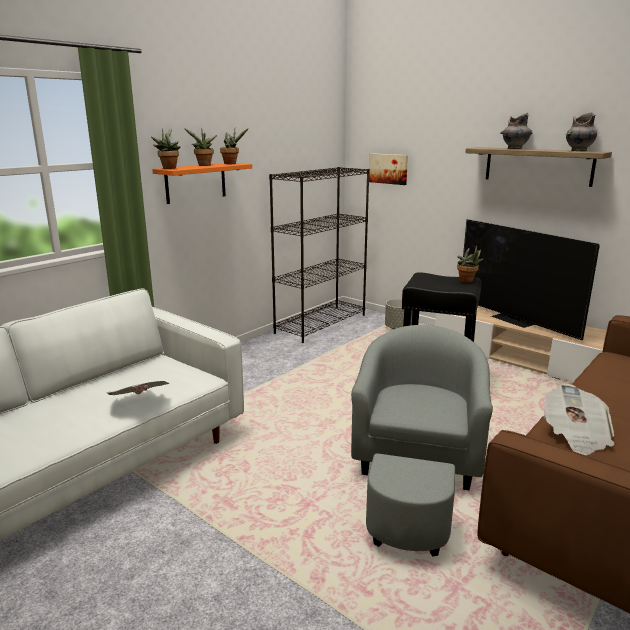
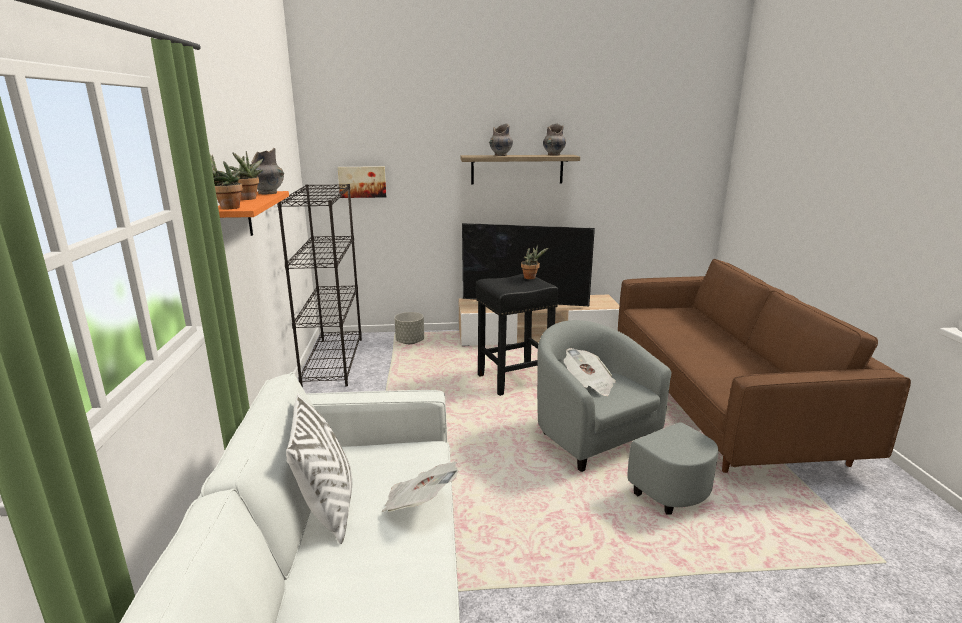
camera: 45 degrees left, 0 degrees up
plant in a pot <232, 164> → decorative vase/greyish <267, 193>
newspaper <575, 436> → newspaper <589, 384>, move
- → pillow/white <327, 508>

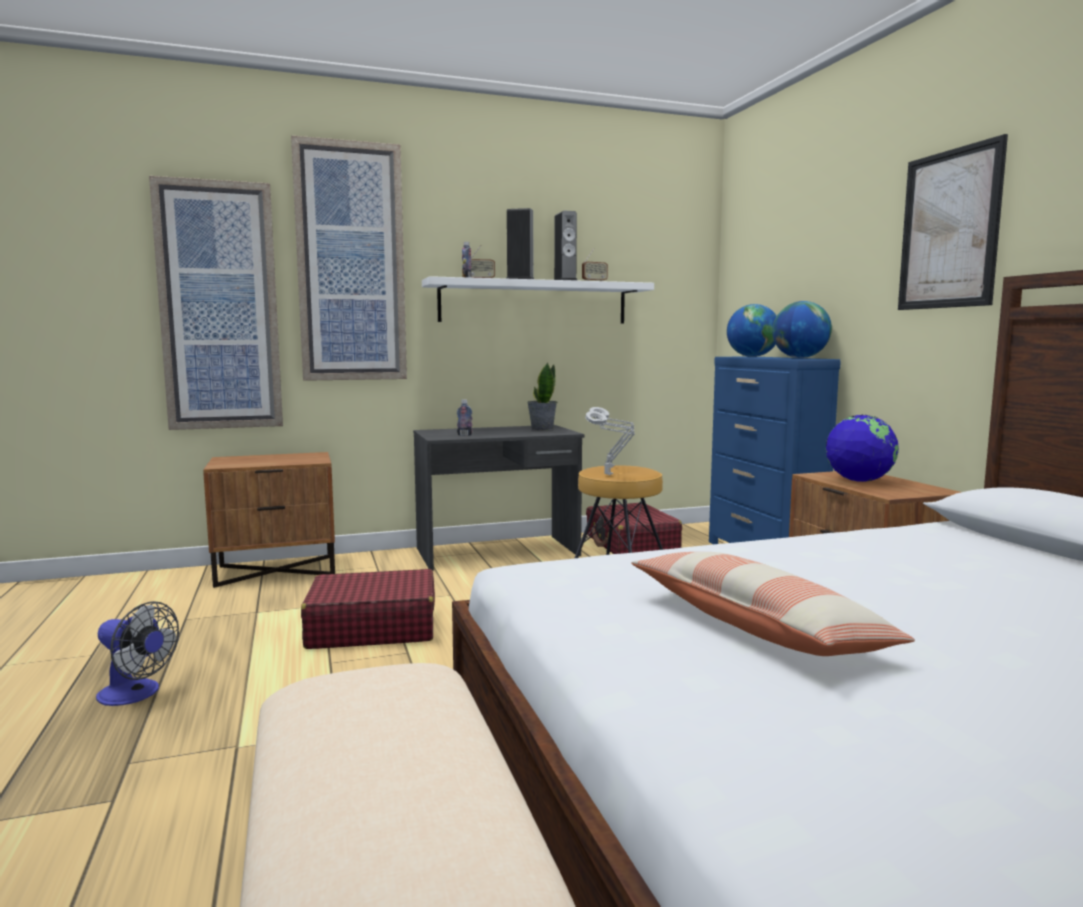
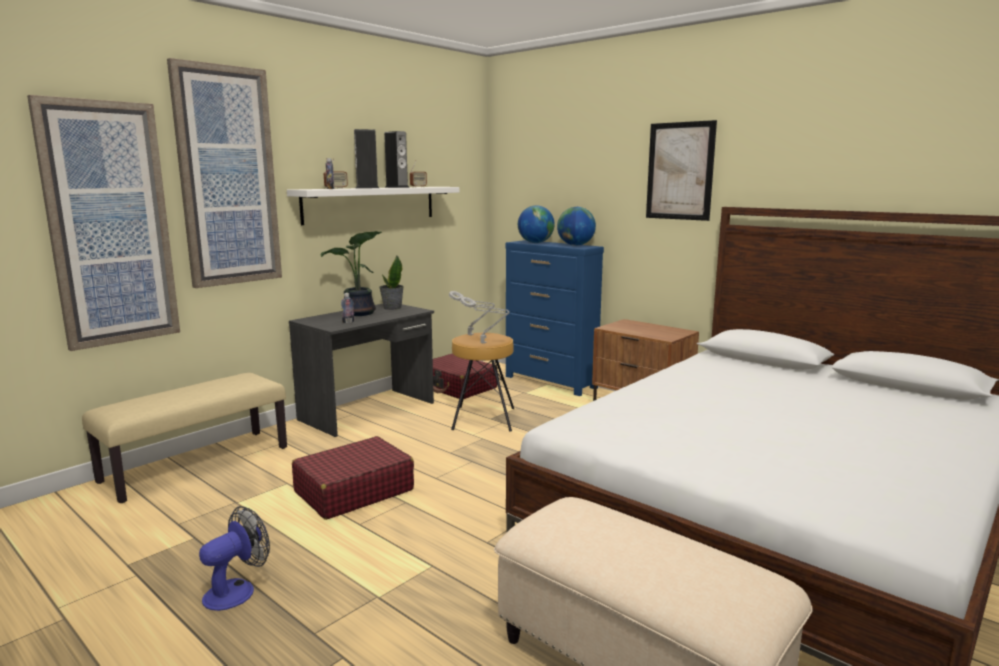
camera: 30 degrees left, 5 degrees up
fan <136, 694> → fan <237, 590>, 45 degrees counterclockwise
bedside table/brown-coloured <277, 570> → long seat/sand-coloured <197, 464>
pillow <757, 627> → -
globe <859, 481> → -
- → plant in a pot <358, 314>

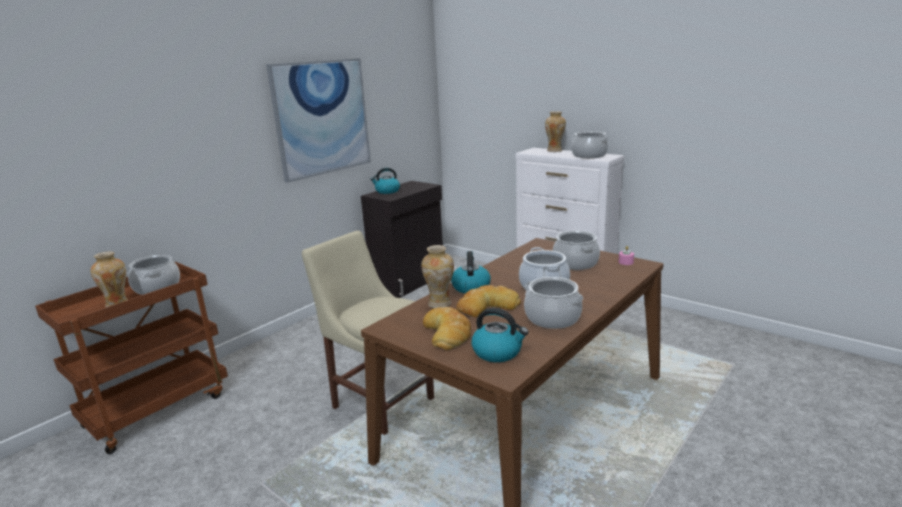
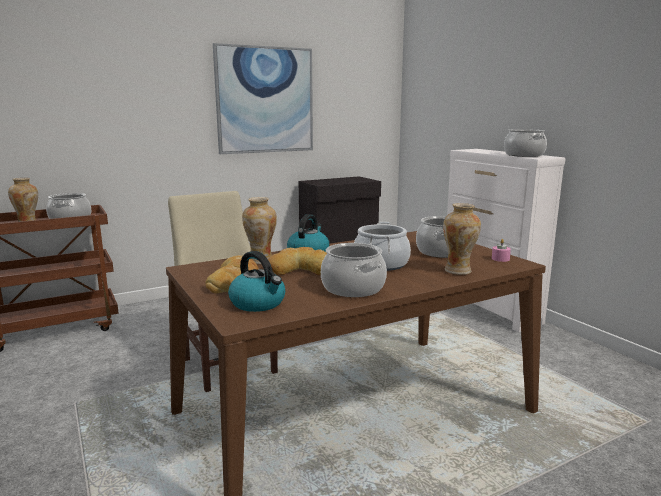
camera: 20 degrees right, 5 degrees down
kettle <387, 191> → -
decorative vase <555, 151> → decorative vase <458, 271>, move

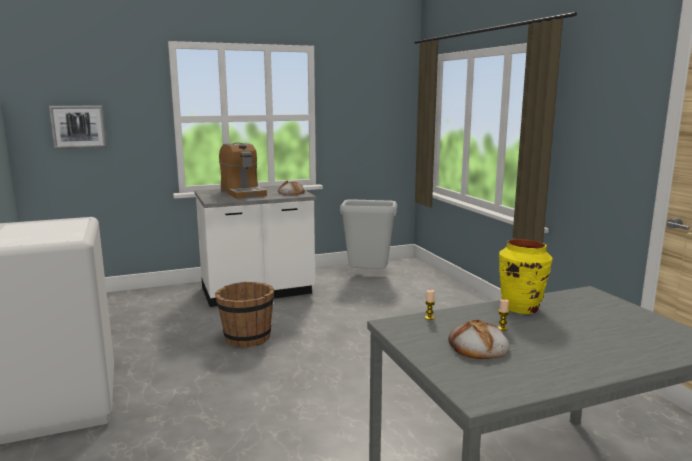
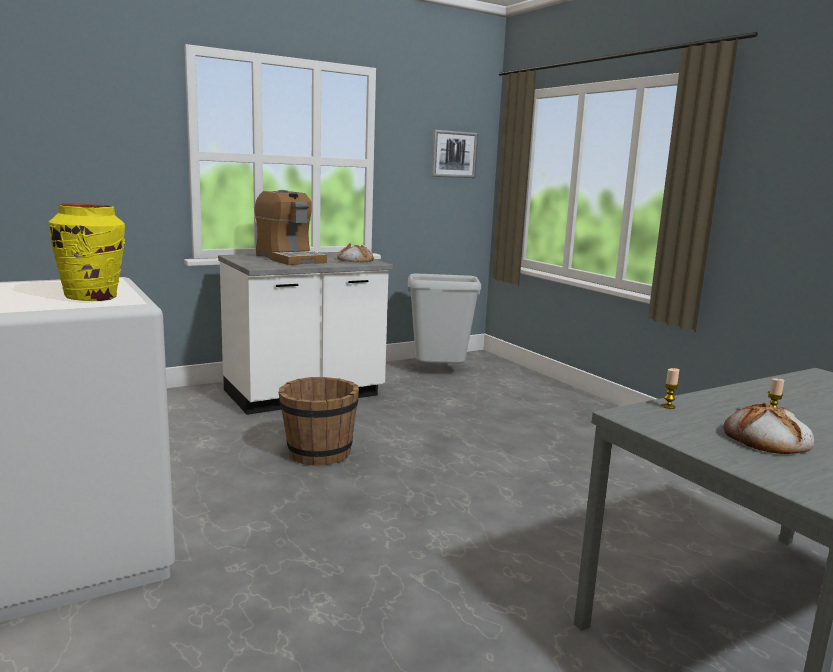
camera: 10 degrees left, 0 degrees up
wall art <78, 126> → wall art <453, 154>, move
decorative vase/yellow <520, 308> → decorative vase/yellow <92, 297>, move

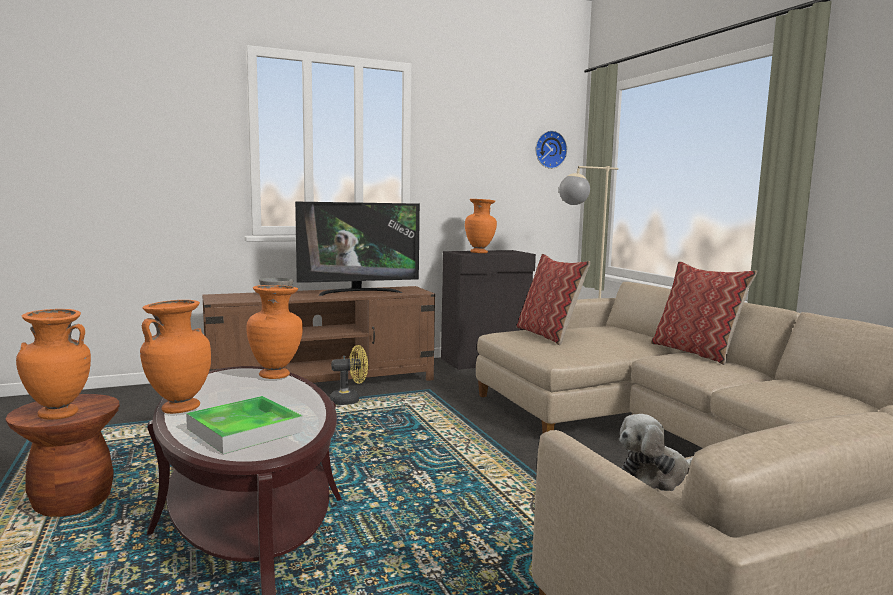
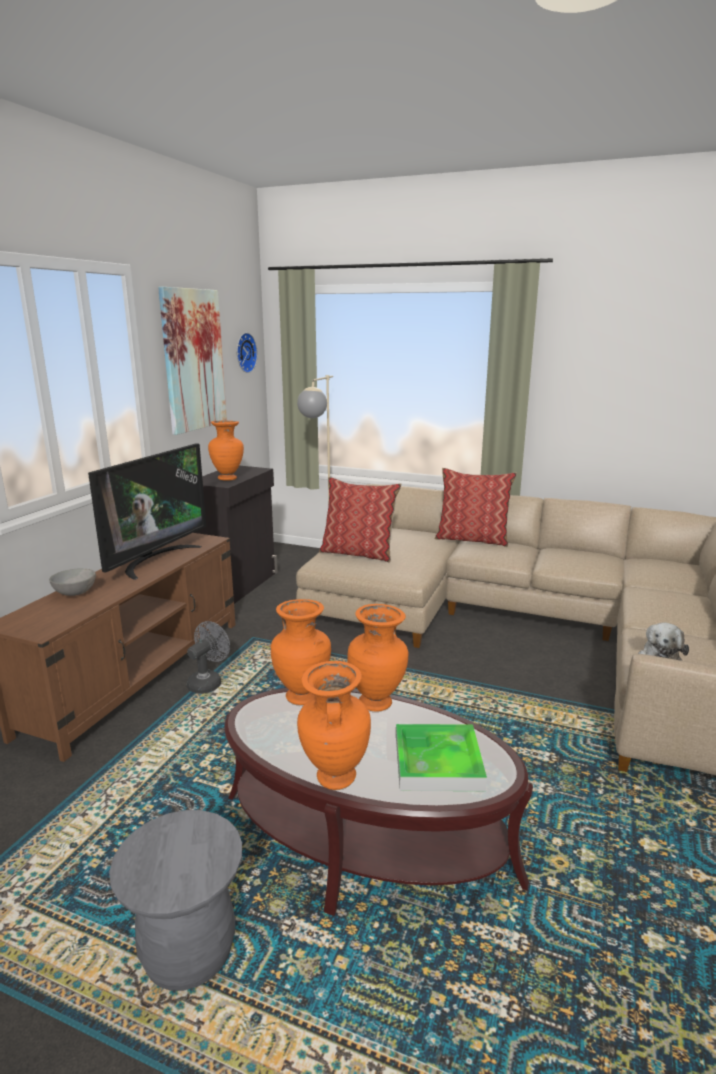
camera: 45 degrees left, 10 degrees up
stool/brown-coloured <72, 503> → stool/greyish <189, 953>
decorative vase/orange-coloured <58, 415> → decorative vase/orange-coloured <377, 703>, move
fan/yellow <349, 400> → fan/greyish <208, 682>
- → wall art <193, 360>

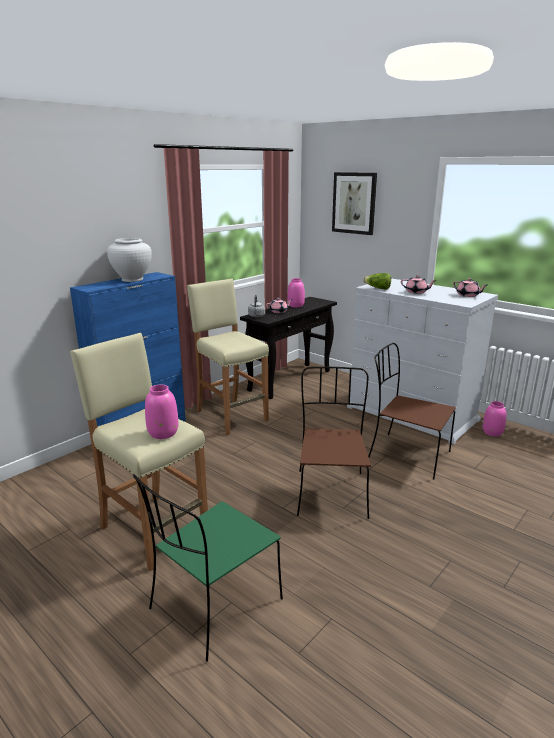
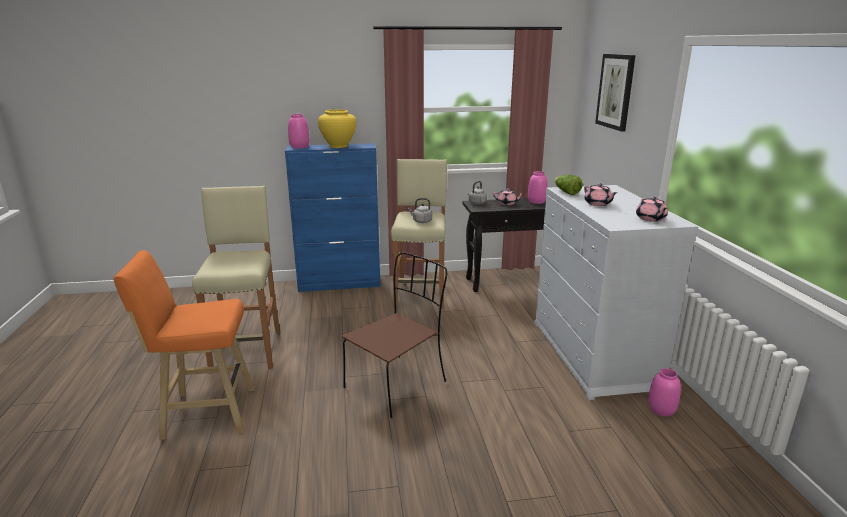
camera: 40 degrees right, 0 degrees up
decorative vase/white <132, 279> → decorative vase/yellow <338, 146>
upright chair/green <213, 606> → stool/orange-coloured <205, 413>
decorative vase/pink-coloured <163, 433> → decorative vase/pink-coloured <299, 147>, move
upright chair/brown-coloured <407, 455> → -
- → kettle/greyish <421, 221>

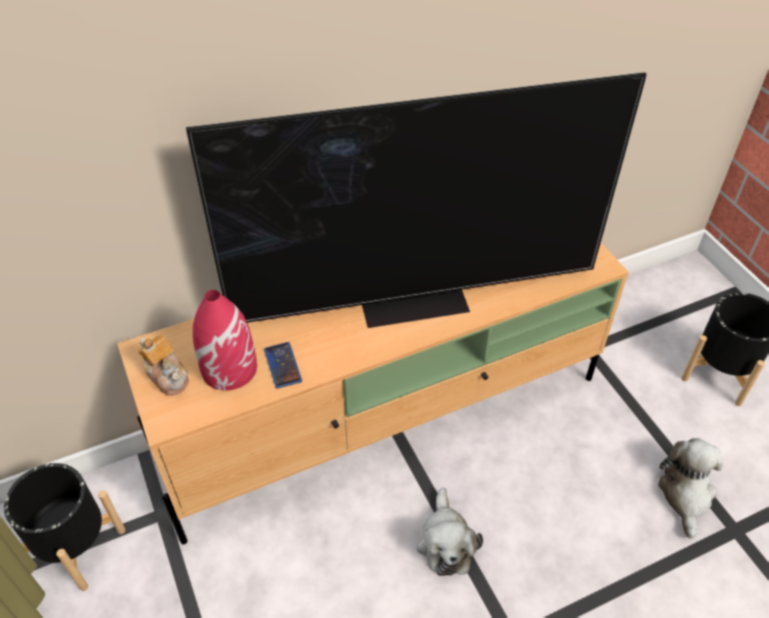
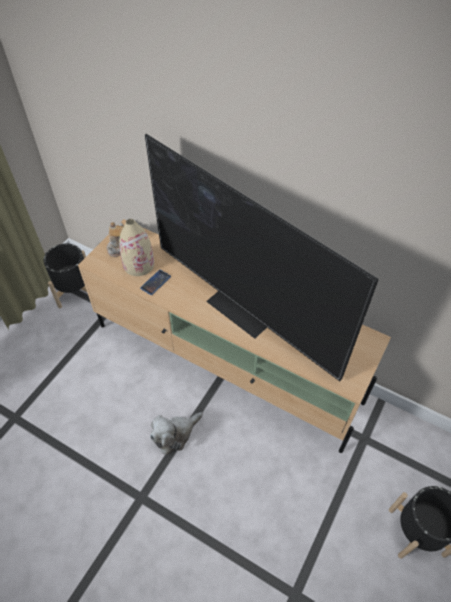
camera: 55 degrees right, 5 degrees up
decorative vase/red-coloured <229, 368> → decorative vase/sand-coloured <139, 264>
cuddly toy <685, 494> → -

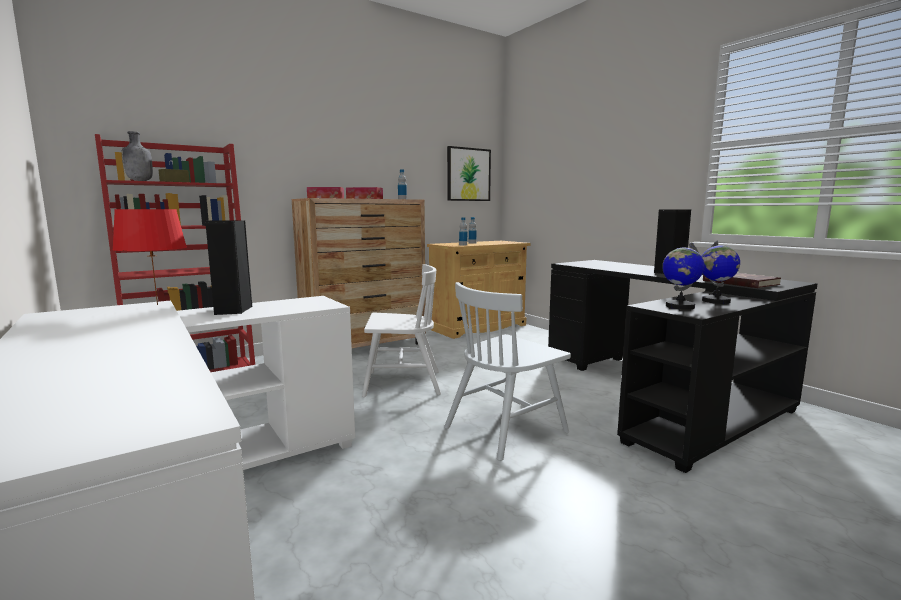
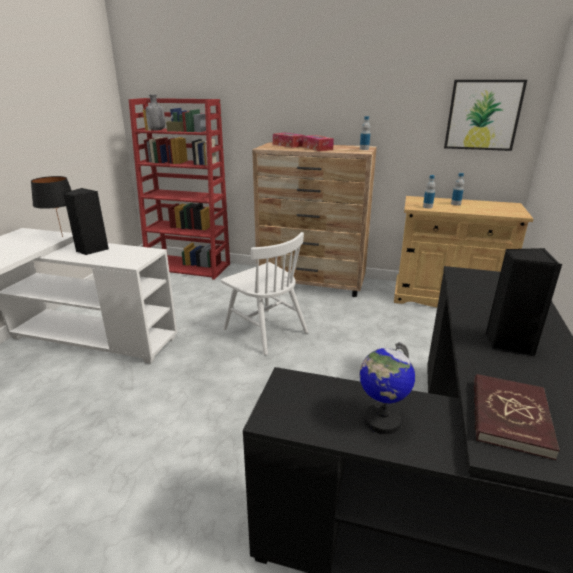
camera: 50 degrees right, 15 degrees up
lamp for a table/red-coloured <156, 304> → lamp for a table/black <62, 236>
upright chair/white <505, 429> → -
globe <679, 306> → -

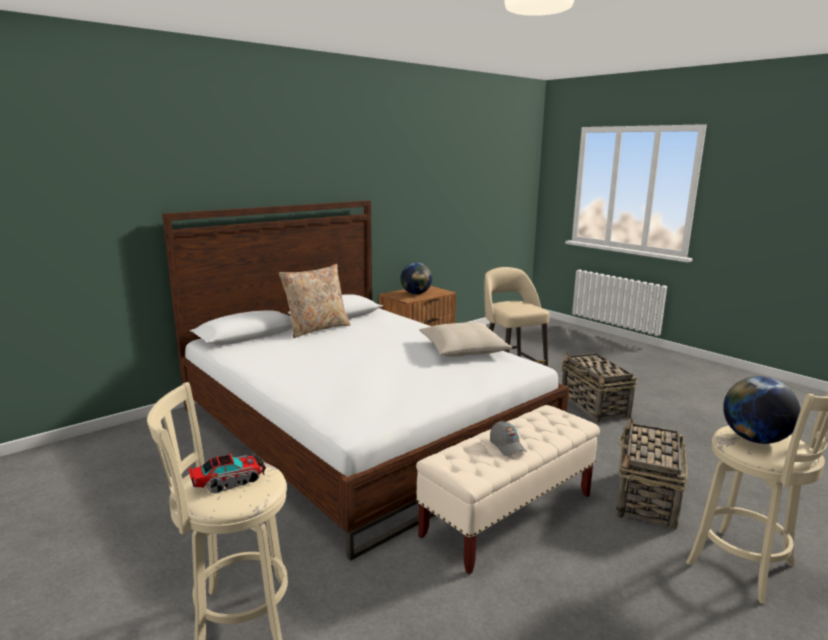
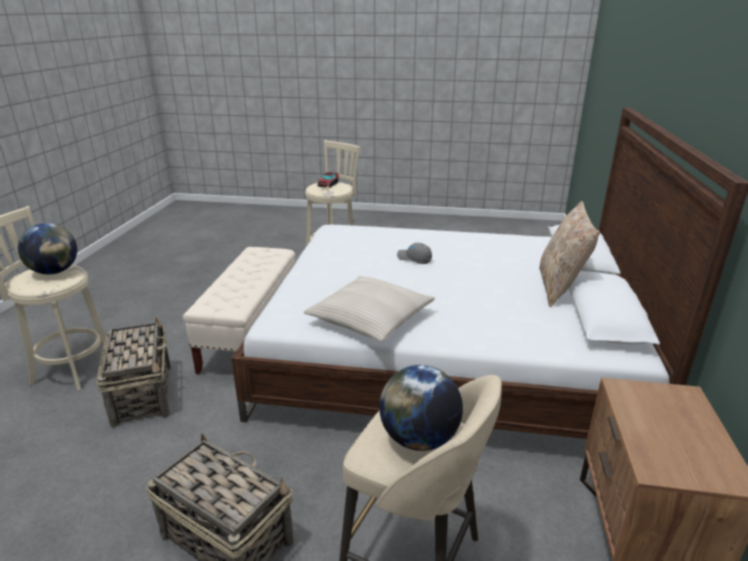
camera: 140 degrees right, 10 degrees up
globe <416, 294> → globe <419, 439>, move
cap/greyish <507, 446> → cap/greyish <414, 258>, move

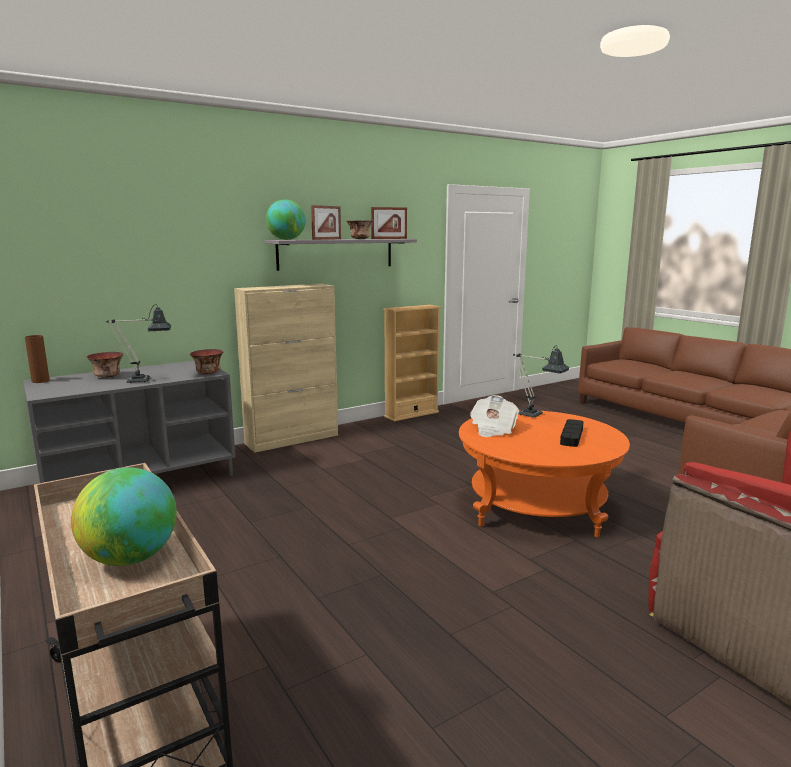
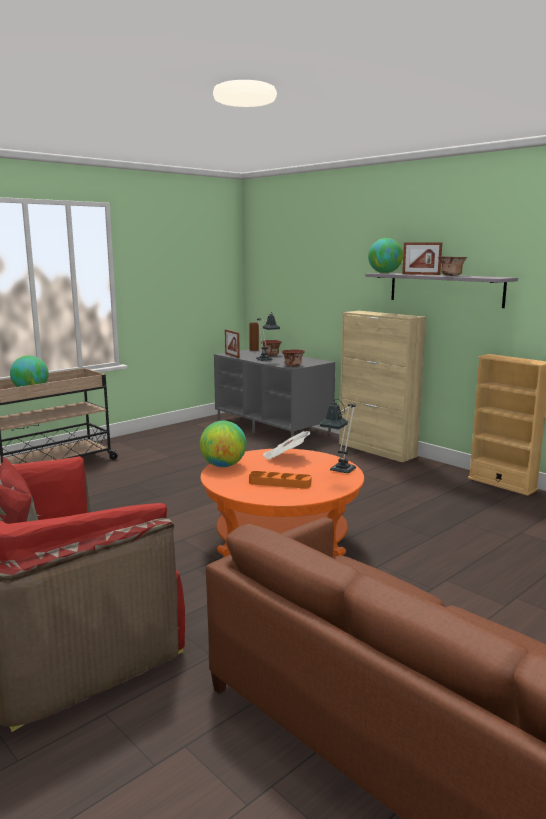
camera: 80 degrees right, 0 degrees up
picture frame <389, 238> → picture frame <232, 355>, move
serving tray/black <571, 436> → serving tray/orange-coloured <280, 483>
- → globe <223, 465>

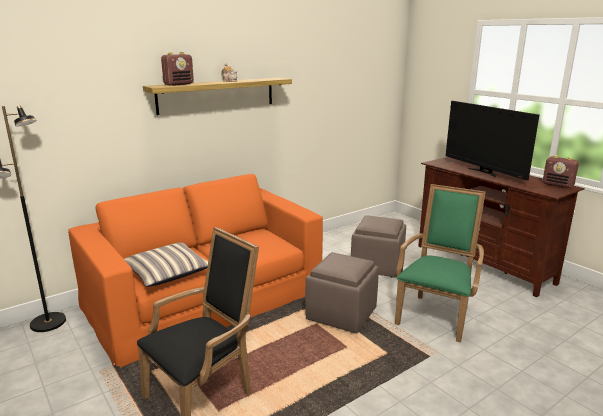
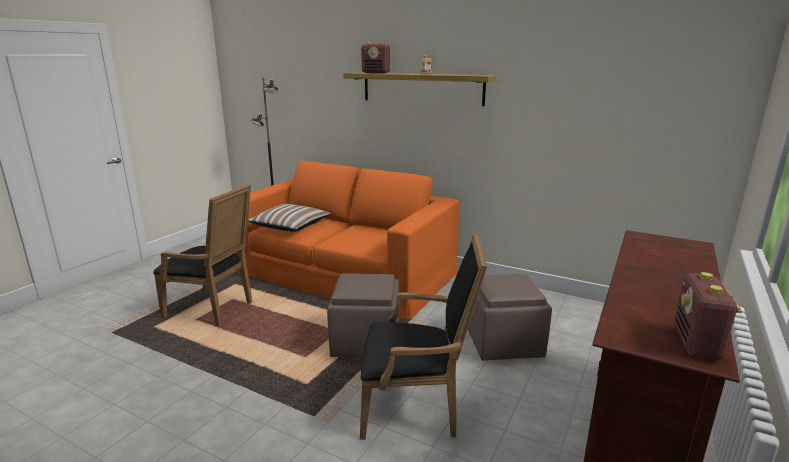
camera: 65 degrees right, 0 degrees up
easy chair/green <436, 314> → easy chair/black <417, 409>
TV set <484, 172> → -

